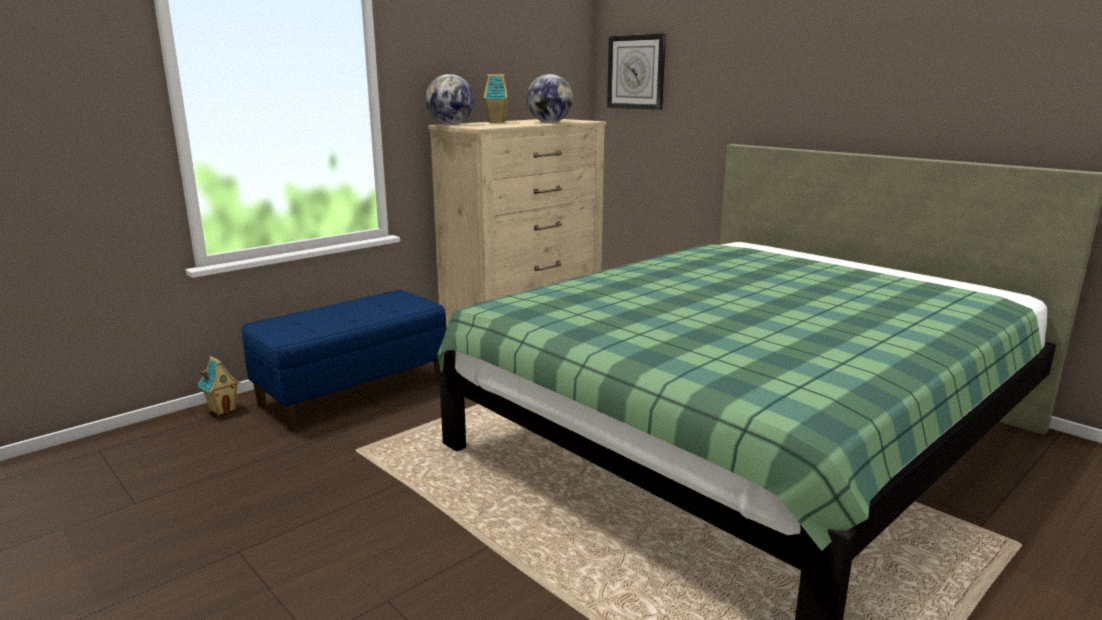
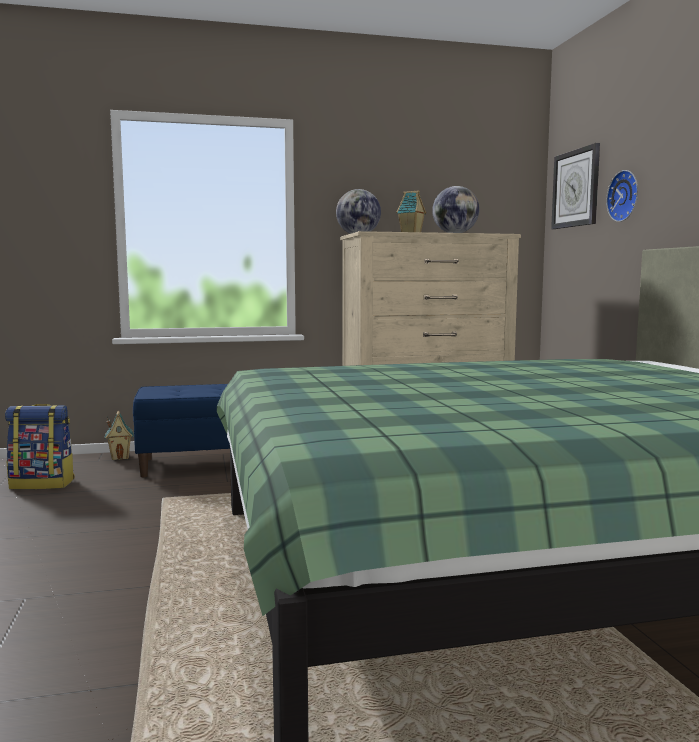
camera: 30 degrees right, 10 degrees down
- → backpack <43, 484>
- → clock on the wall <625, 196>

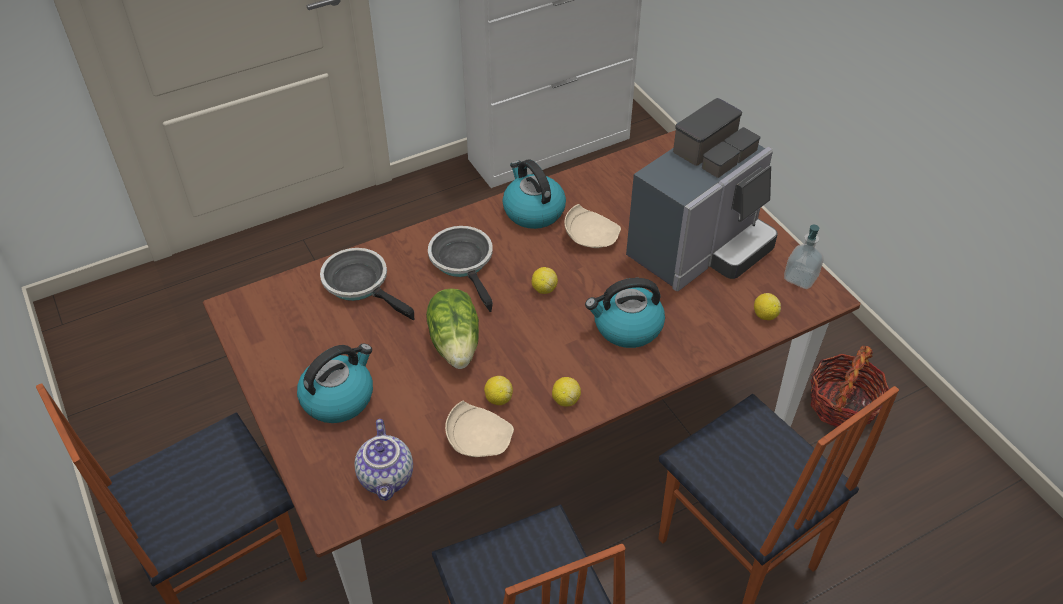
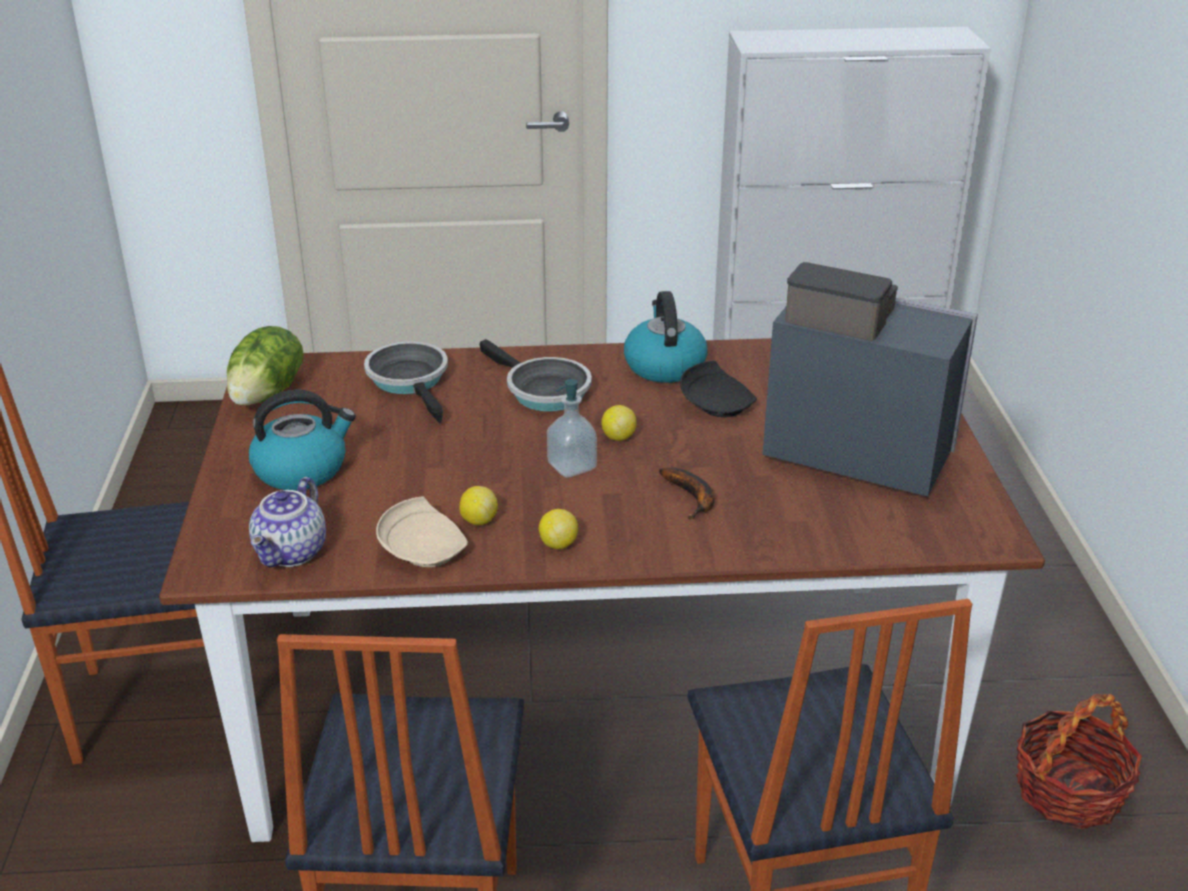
camera: 25 degrees right, 15 degrees down
lettuce <456, 343> → lettuce <268, 393>, move
pan <464, 262> → pan <543, 391>, 135 degrees clockwise
plate/sand-coloured <590, 236> → plate/black <717, 404>
kettle <626, 327> → banana fruit <692, 498>
coffee maker <700, 248> → coffee maker <853, 449>, 135 degrees counterclockwise
citrus fruit <764, 315> → -
liquid soap bottle <800, 278> → liquid soap bottle <572, 466>, move

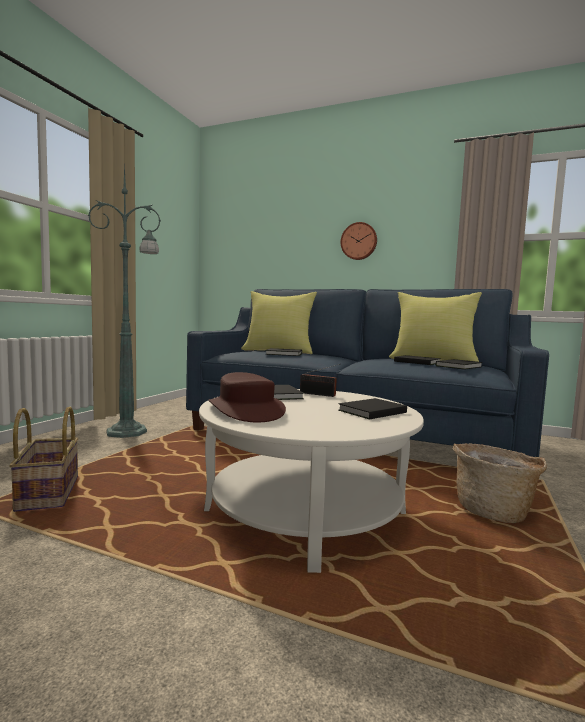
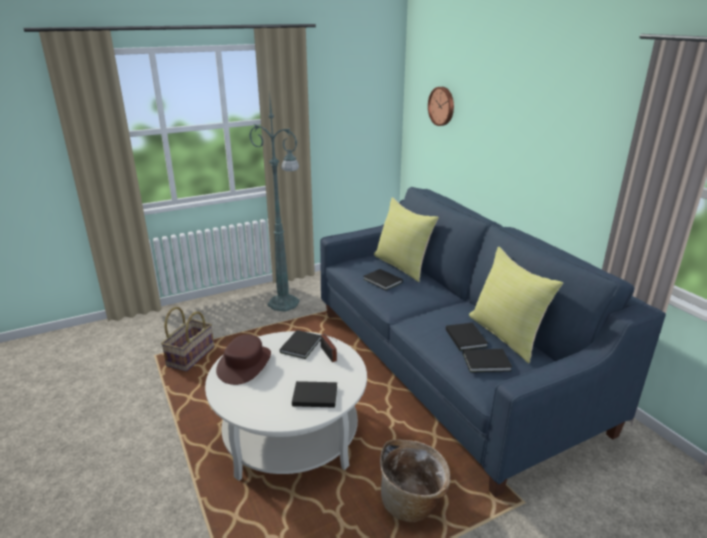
camera: 40 degrees right, 20 degrees up
clock on the wall <359, 241> → clock on the wall <442, 106>, move

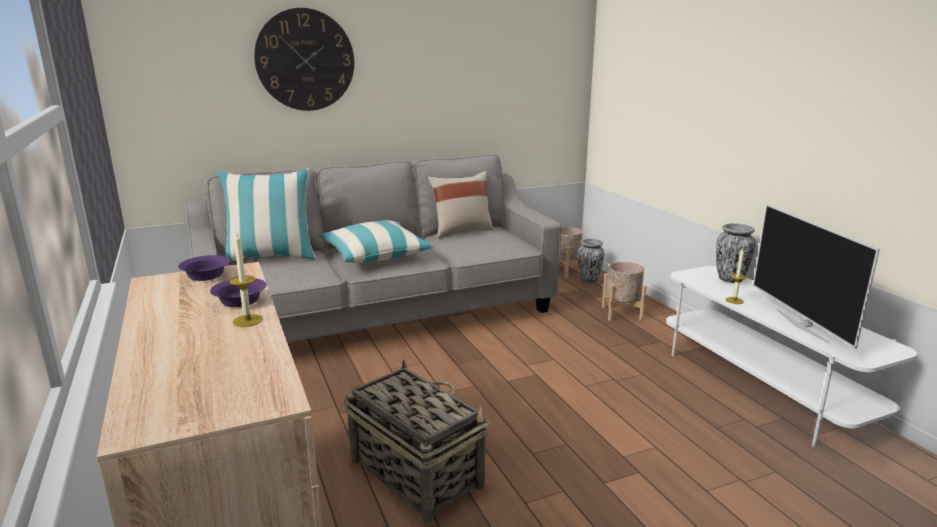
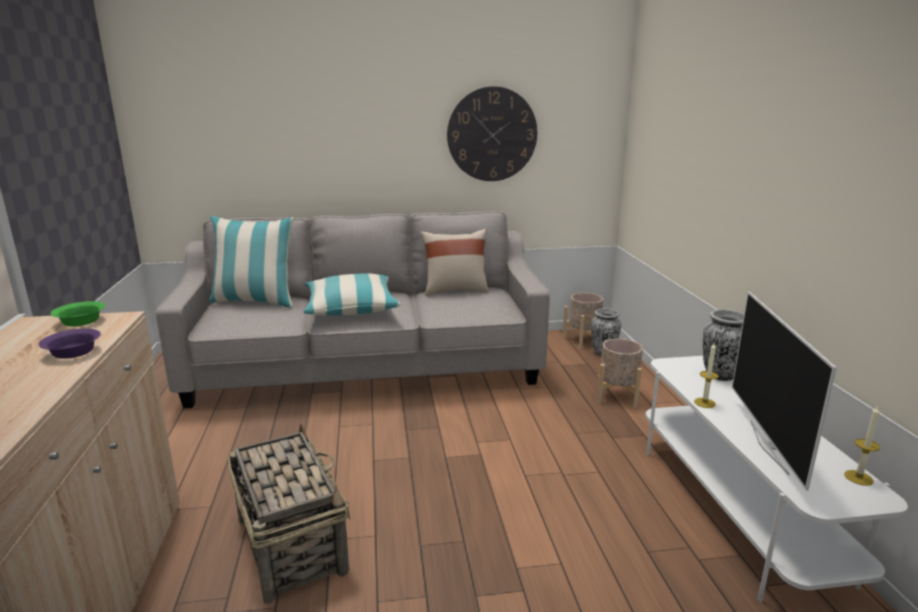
camera: 15 degrees right, 0 degrees up
bowl/purplish <207, 276> → bowl/green <82, 322>
wax candle <247, 320> → wax candle <858, 477>, move
clock on the wall <305, 60> → clock on the wall <492, 134>, move

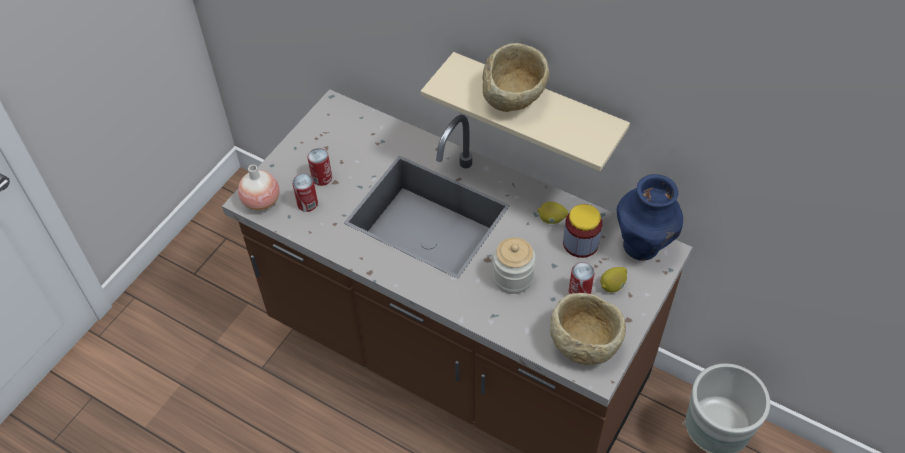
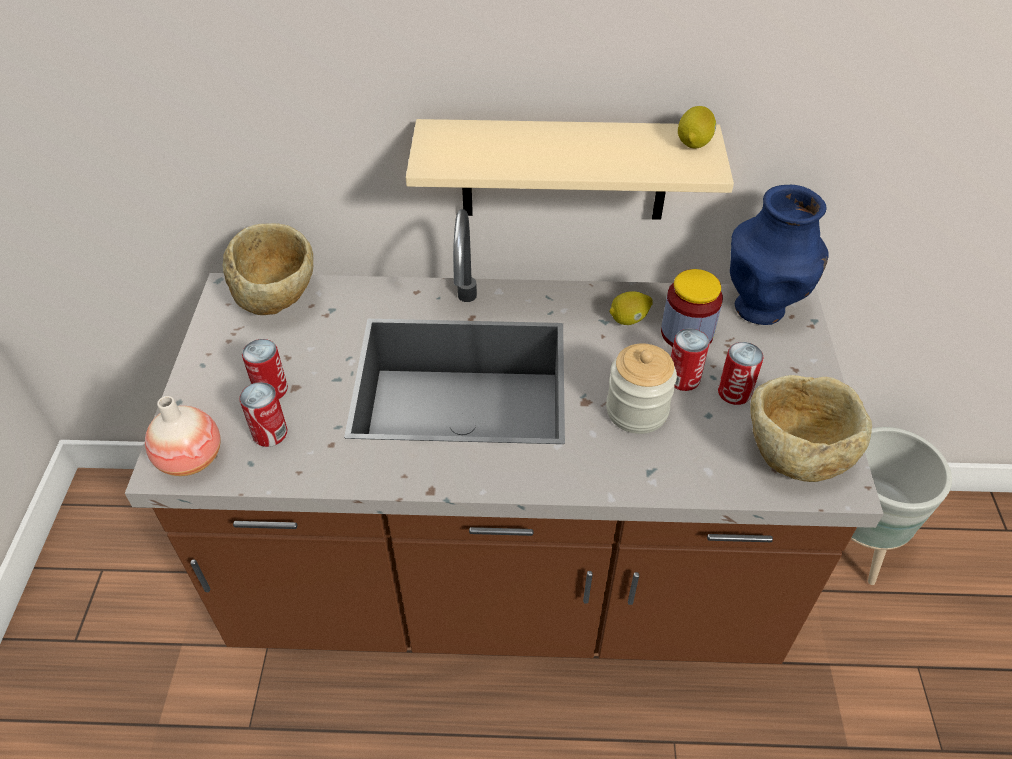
camera: 30 degrees left, 5 degrees down
bowl/sand-coloured <514, 101> → bowl/sand-coloured <278, 299>, move
citrus fruit <612, 286> → citrus fruit <694, 142>, move
- → can <683, 379>

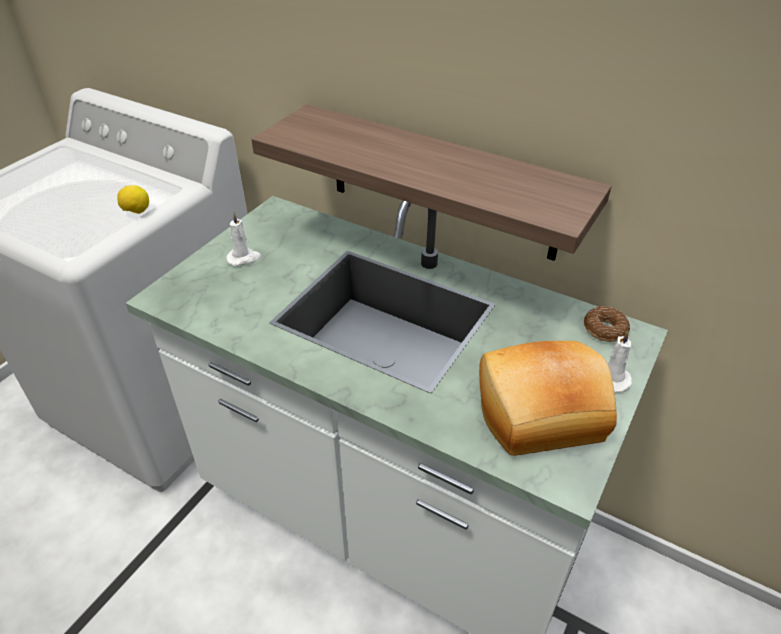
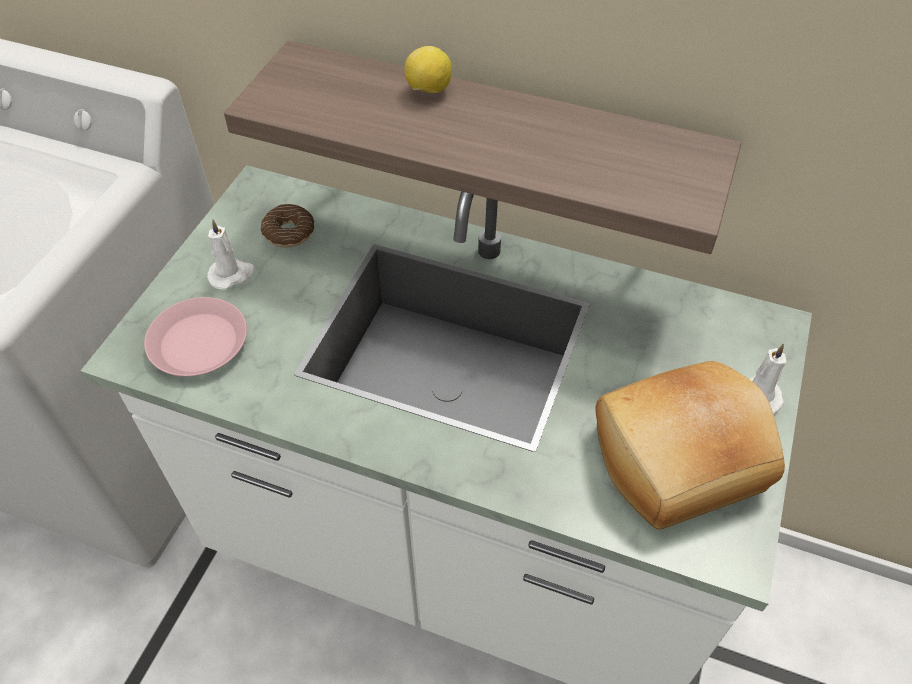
camera: 10 degrees left, 10 degrees up
citrus fruit <136, 212> → citrus fruit <428, 90>, move
doughnut <604, 329> → doughnut <289, 232>, move
- → plate/pink-coloured <198, 343>

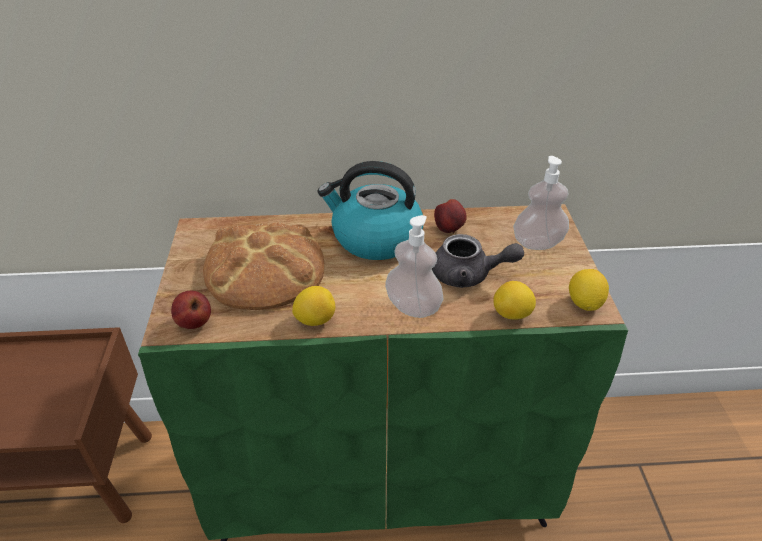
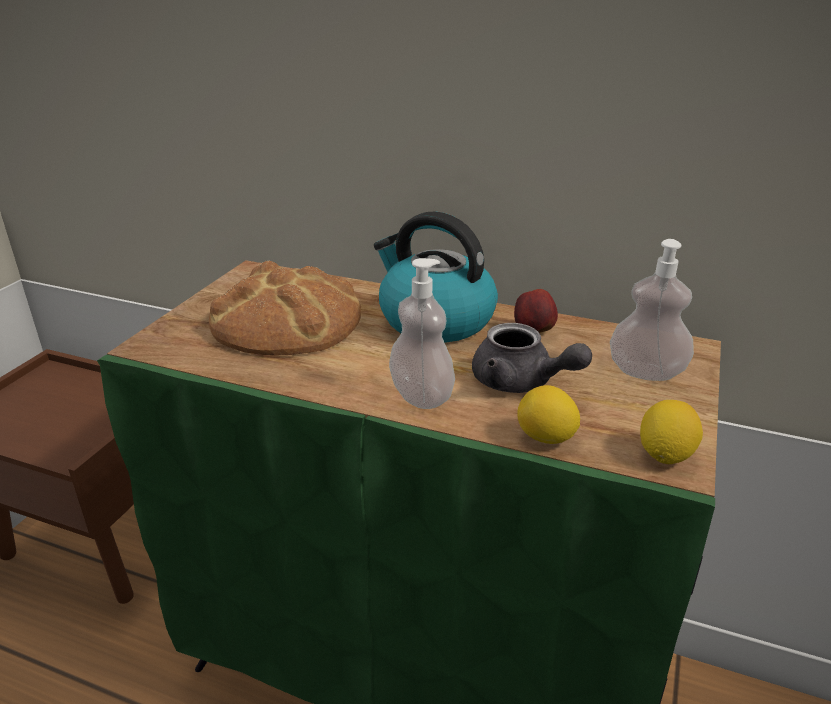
camera: 25 degrees right, 10 degrees down
apple fruit <194, 323> → -
citrus fruit <315, 320> → -

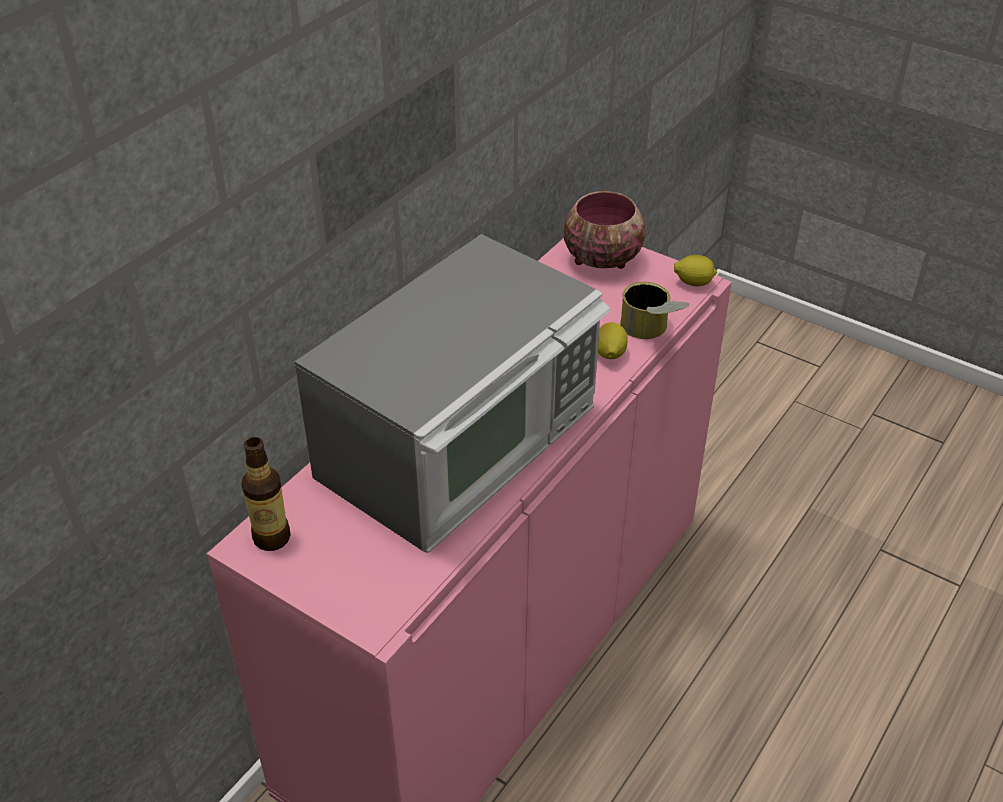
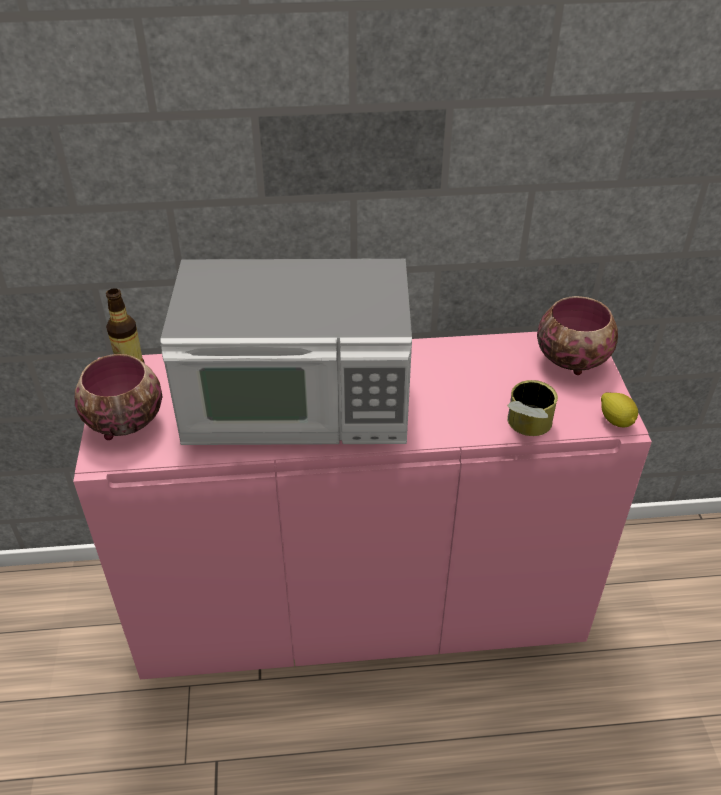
camera: 50 degrees right, 0 degrees up
citrus fruit <609, 354> → -
- → bowl <123, 422>

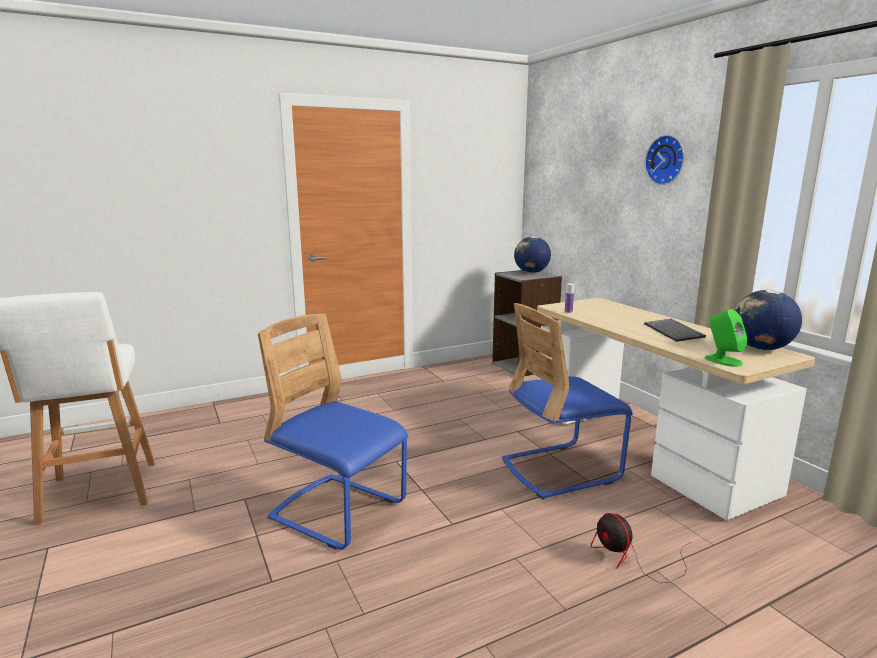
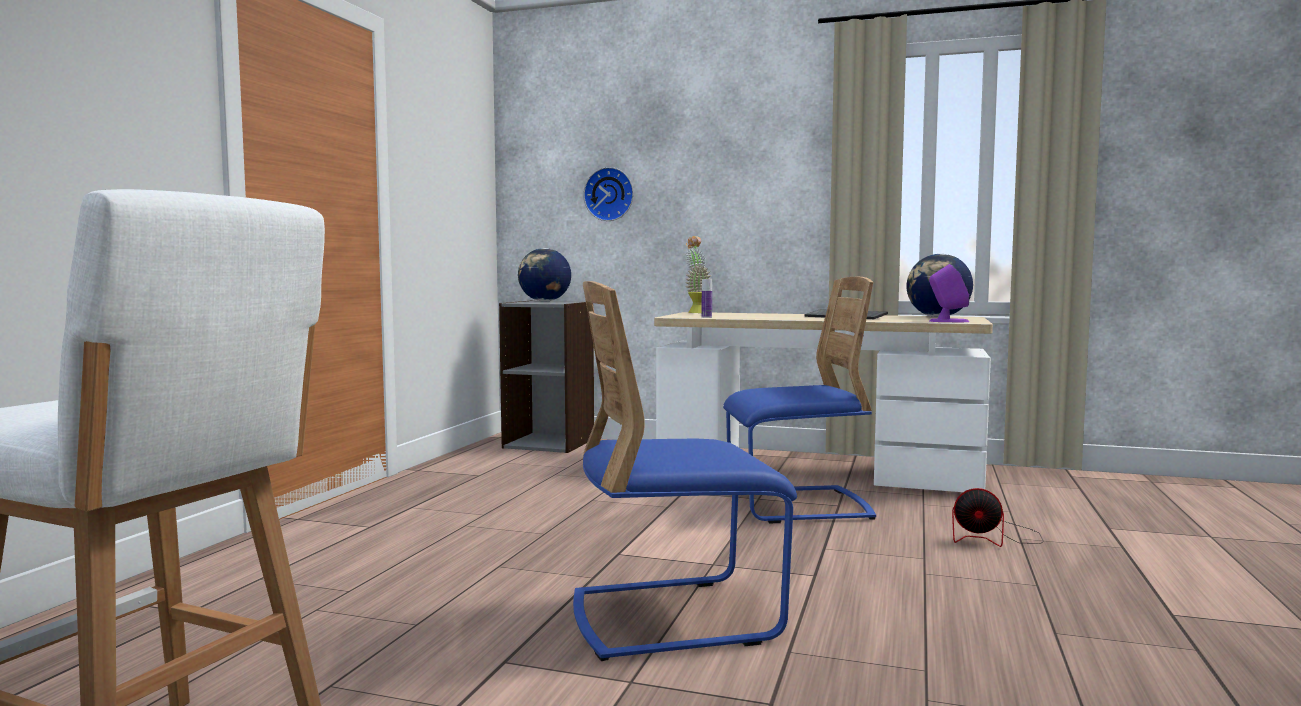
camera: 45 degrees left, 10 degrees down
upright chair/bluish <560, 469> → upright chair/bluish <797, 506>, 120 degrees counterclockwise
clock on the wall <666, 160> → clock on the wall <609, 194>, move
speaker/green <723, 360> → speaker/purplish <948, 321>
- → plant in a pot <696, 312>

